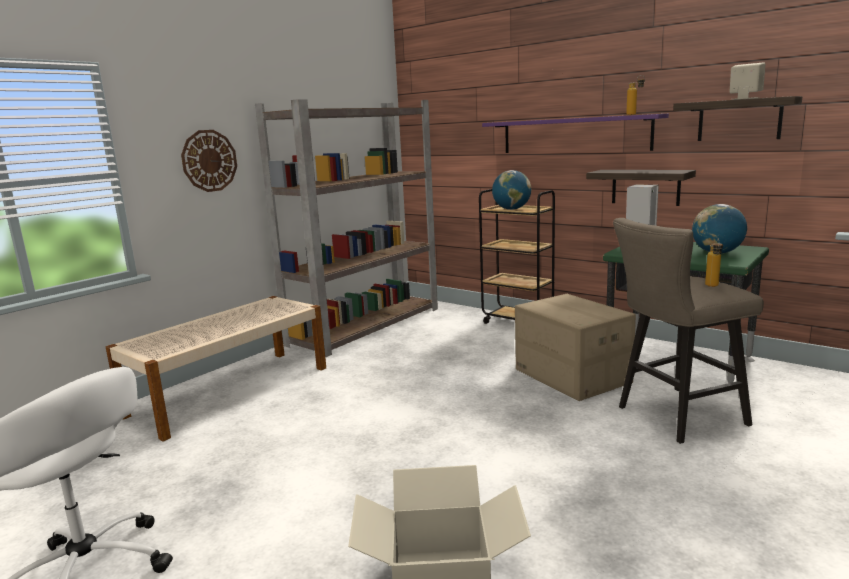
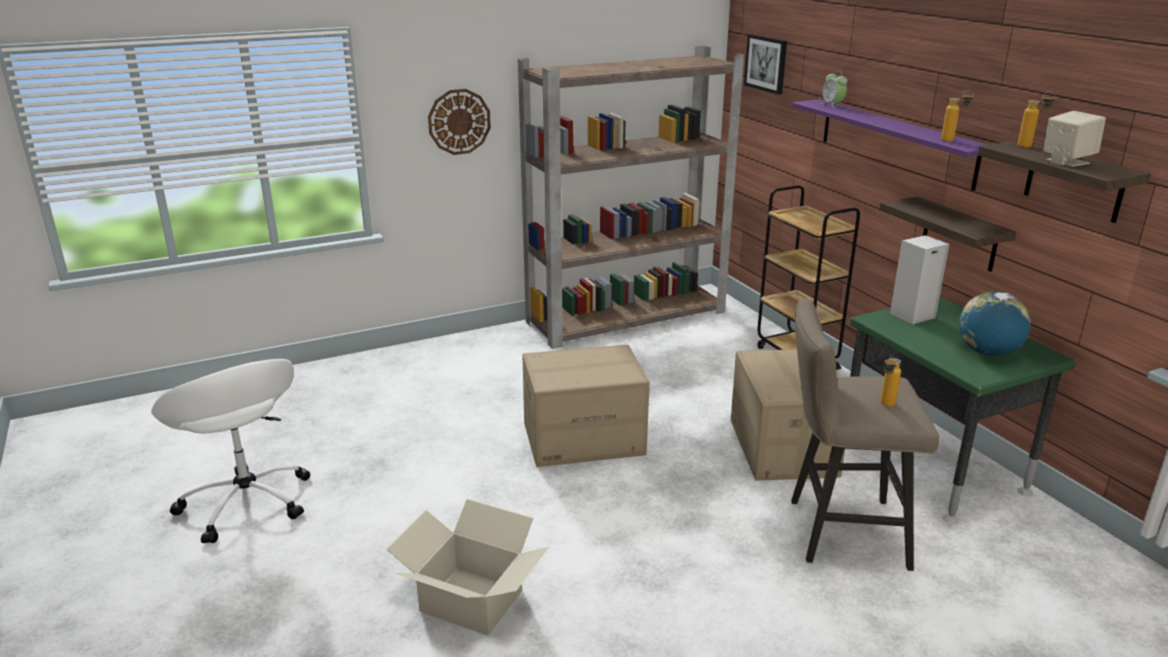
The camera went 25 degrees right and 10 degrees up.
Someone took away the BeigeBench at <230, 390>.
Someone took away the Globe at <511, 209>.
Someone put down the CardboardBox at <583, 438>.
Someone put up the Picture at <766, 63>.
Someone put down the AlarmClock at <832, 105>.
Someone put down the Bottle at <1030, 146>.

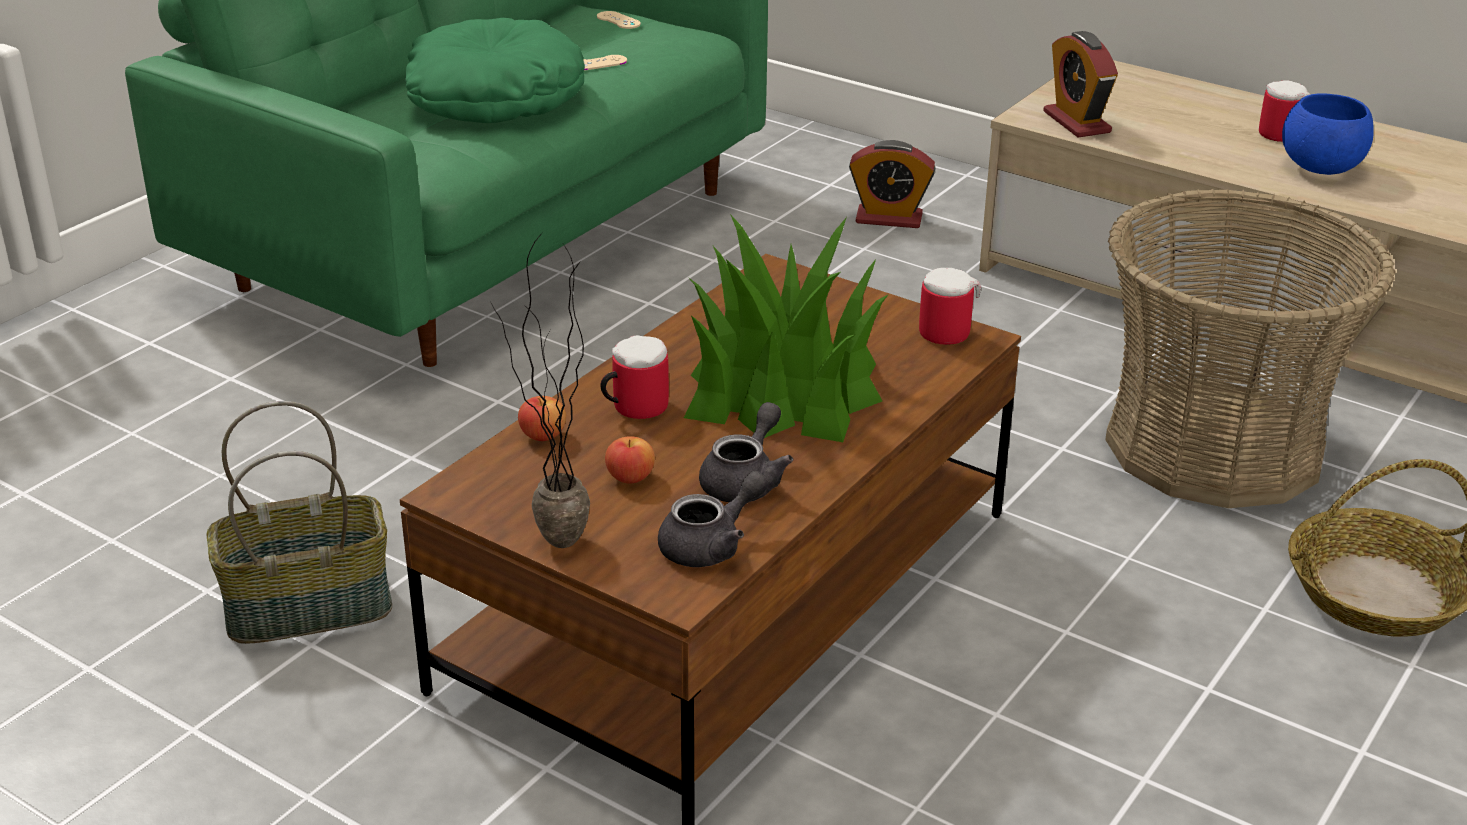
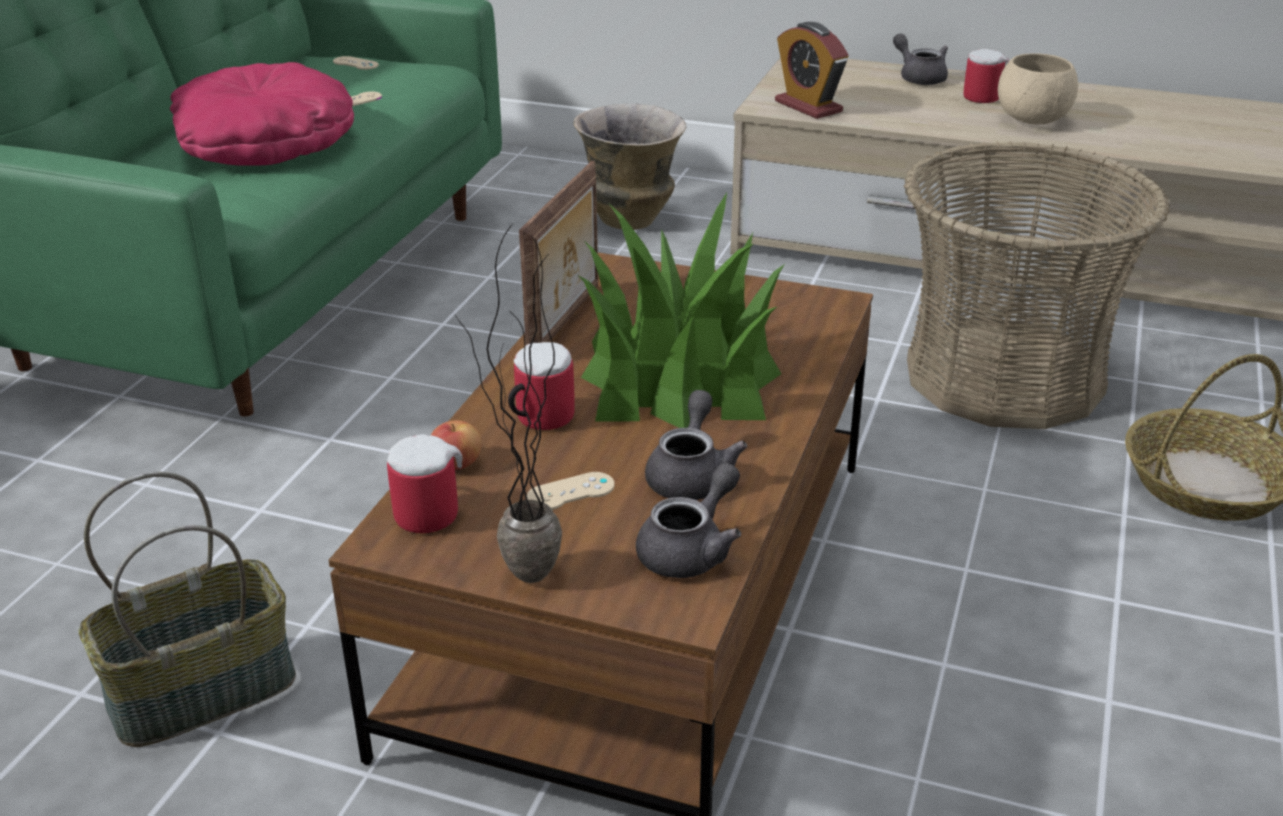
The camera went 15 degrees left and 0 degrees up.
Someone put down the PictureFrame at <567, 323>.
Someone put down the GreyTeapot at <919, 77>.
Someone carried the Mug from <943, 329> to <424, 510>.
Someone swapped the Apple at <630, 477> for the BeigeGameController at <570, 492>.
Someone swapped the AlarmClock at <889, 218> for the Vase at <631, 220>.
Someone repainted the GreenPillow at <498, 99>, which became the PinkPillow at <268, 143>.
Someone repainted the BlueBowl at <1322, 168>, which became the BeigeBowl at <1033, 120>.

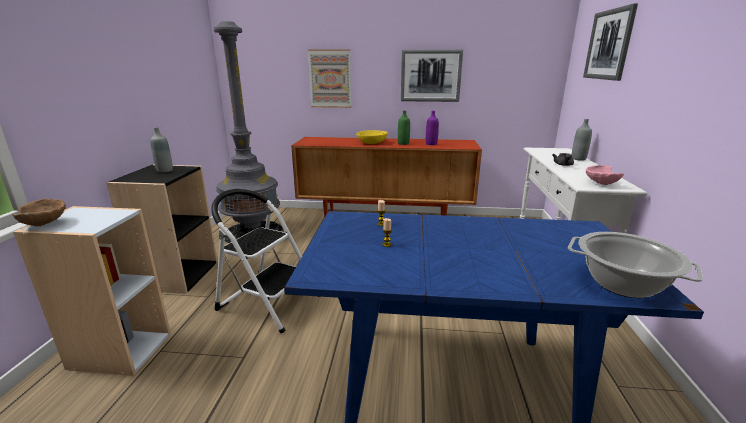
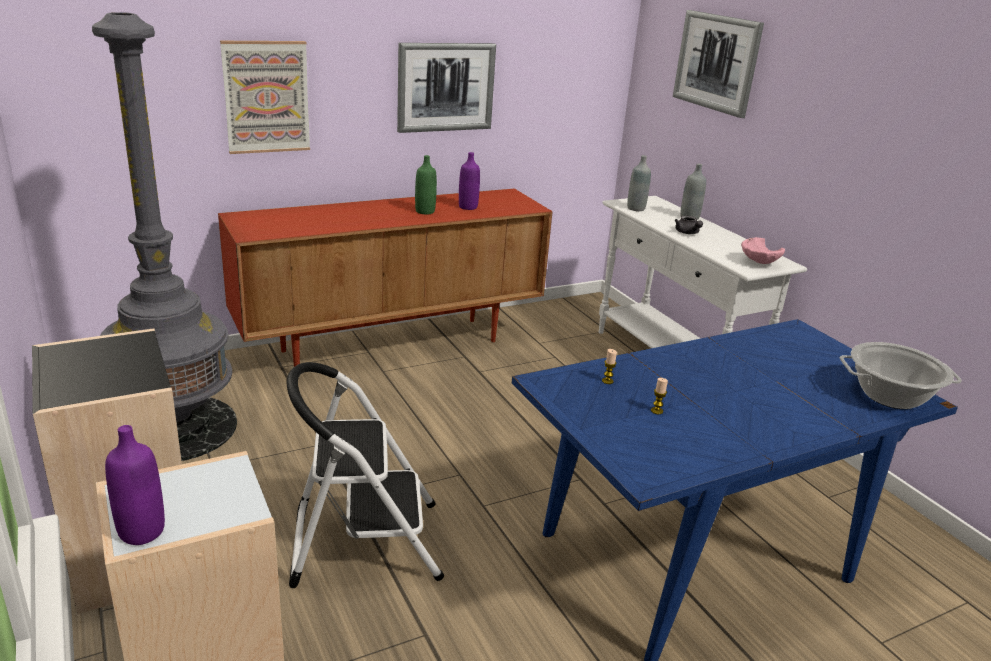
The camera went 35 degrees left and 5 degrees up.
Someone took away the YellowBowl at <371, 142>.
Someone carried the GreyBottle from <164, 170> to <636, 208>.
Someone swapped the BrownBowl at <46, 225> for the PurpleBottle at <141, 532>.

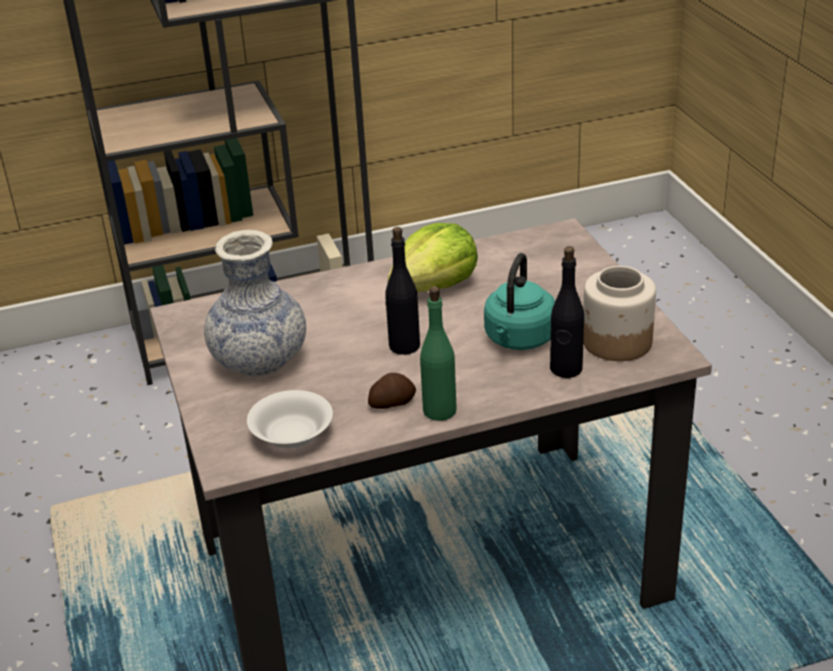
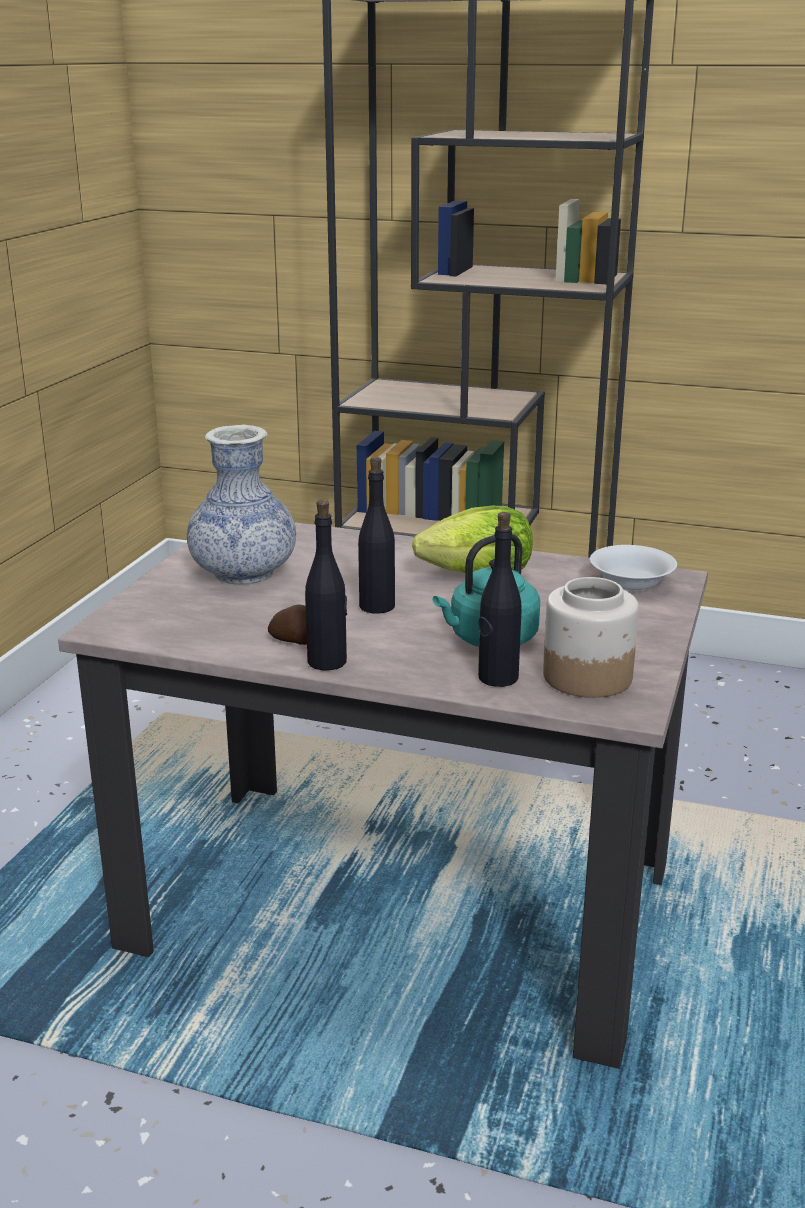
The camera went 35 degrees right and 10 degrees down.
Someone carried the WhiteBowl from <292, 434> to <632, 582>.
Someone repainted the GreenBottle at <440, 410>, which became the BlackBottle at <328, 662>.

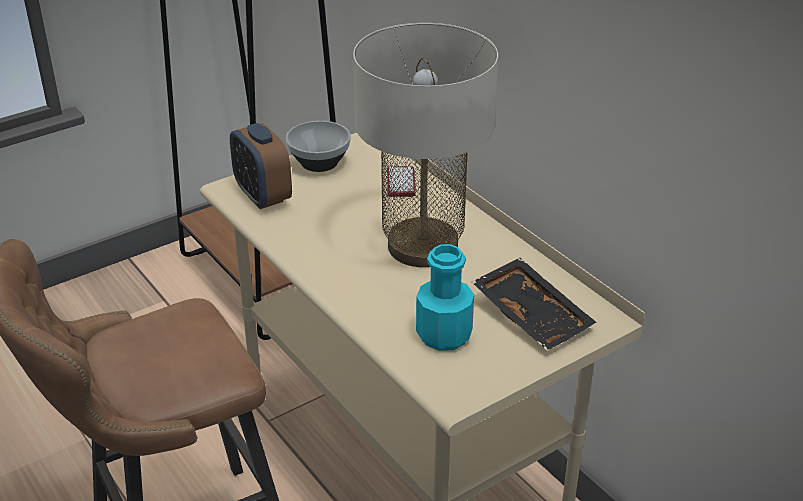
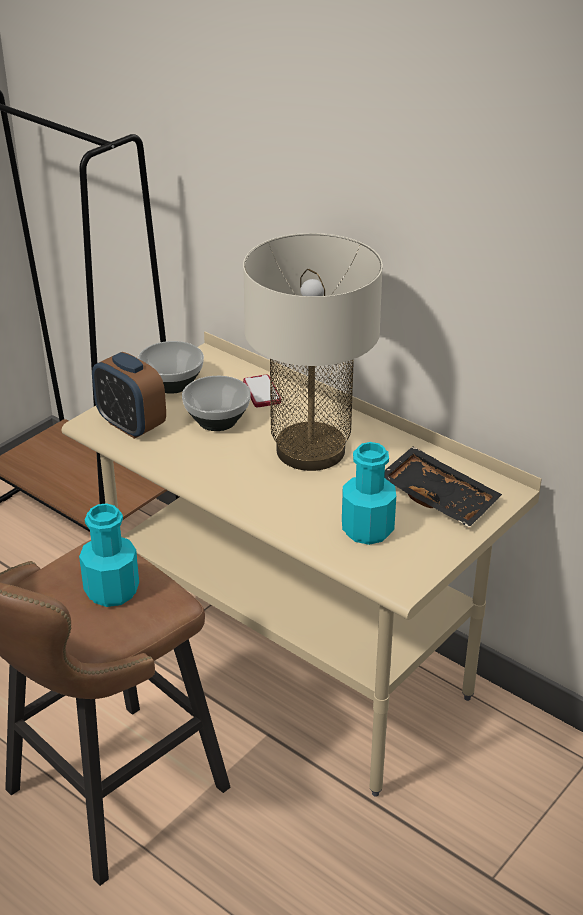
The camera went 15 degrees left and 0 degrees up.
Someone put down the TurquoiseBottle at <112, 591>.
Someone put down the Bowl at <216, 421>.

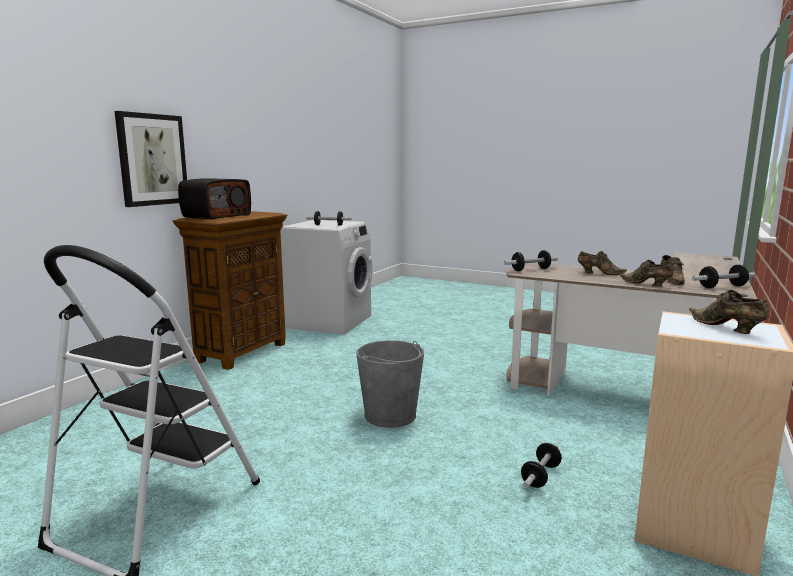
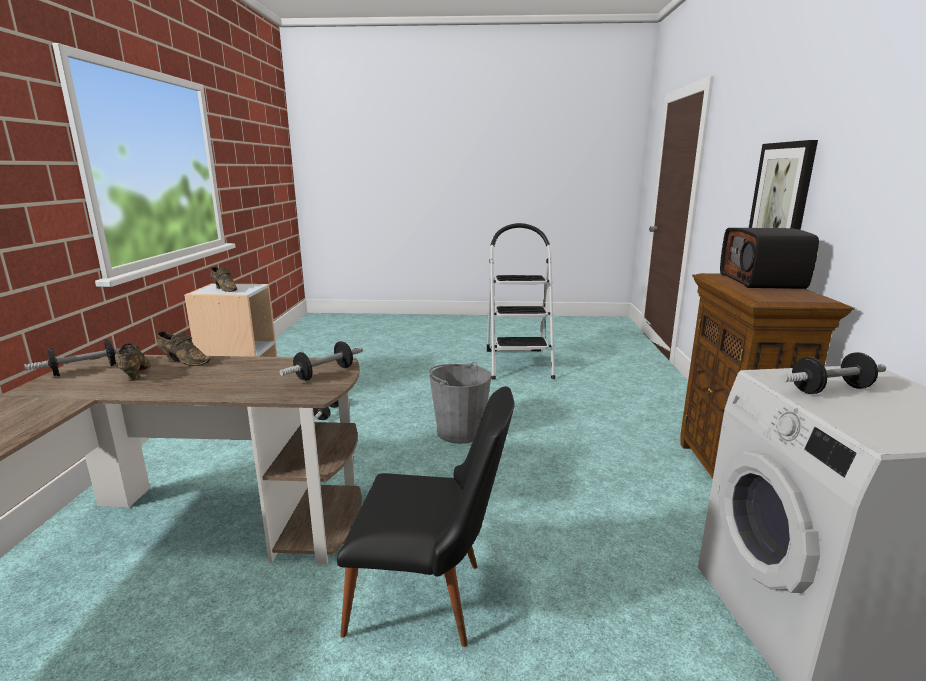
The camera went 155 degrees right and 5 degrees up.
Someone took away the BrownShoe at <599, 273>.
Someone put down the BlackChair at <430, 600>.

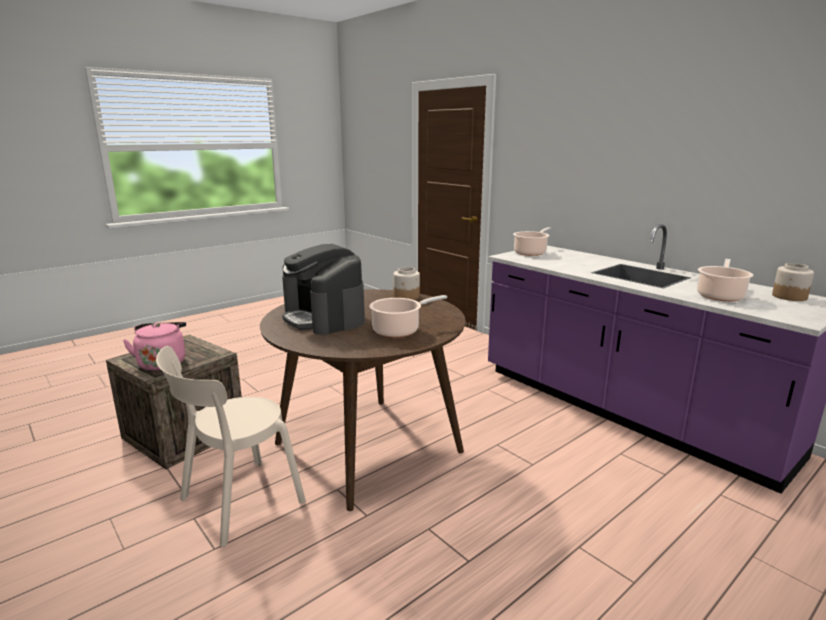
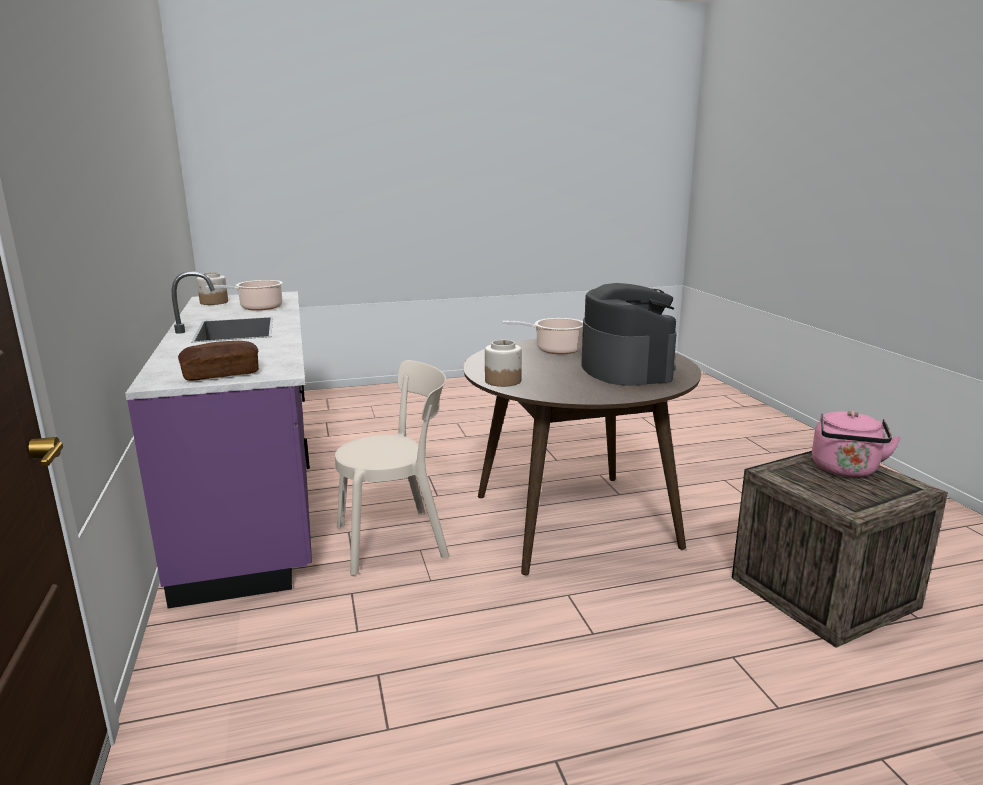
The camera went 155 degrees left and 0 degrees up.
Someone carried the BeigeChair from <237, 503> to <397, 540>.
Someone swapped the CookingPot at <531, 252> for the Bread at <221, 374>.

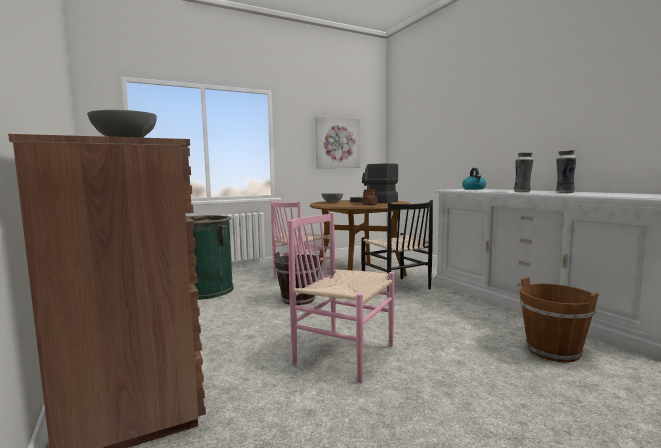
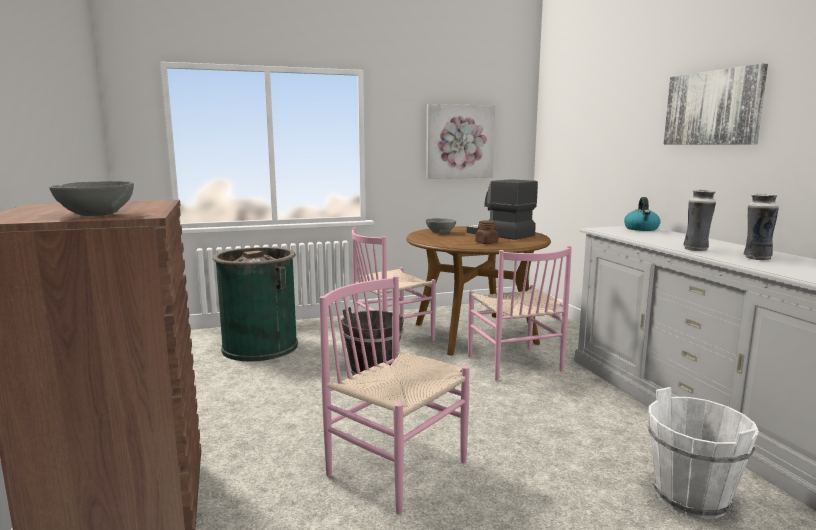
The camera went 10 degrees right and 5 degrees up.
Someone put up the Picture at <713, 108>.
Someone repainted the BlackChair at <397, 288>, which became the PinkChair at <516, 365>.
Someone repainted the BrownBucket at <553, 351>, which became the WhiteBucket at <691, 497>.

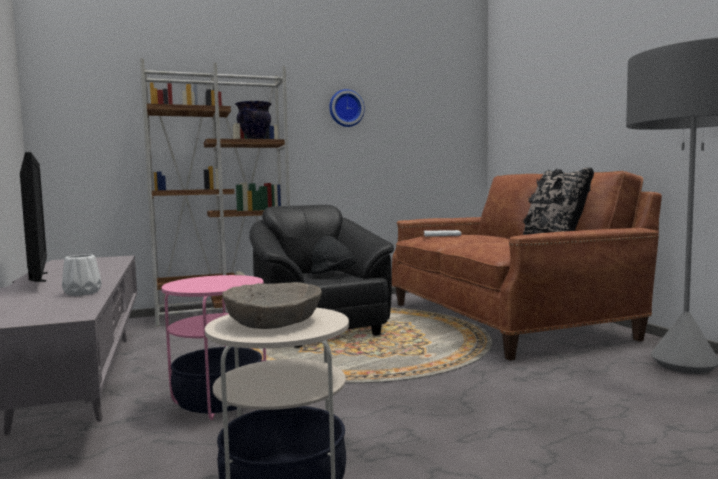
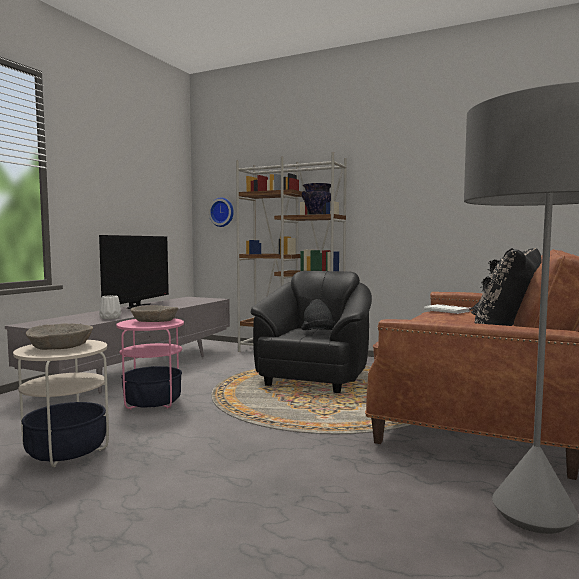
The camera went 45 degrees right and 0 degrees up.
Someone put down the BeigeBowl at <154, 321>.
Someone carried the WallClock from <346, 108> to <222, 212>.

